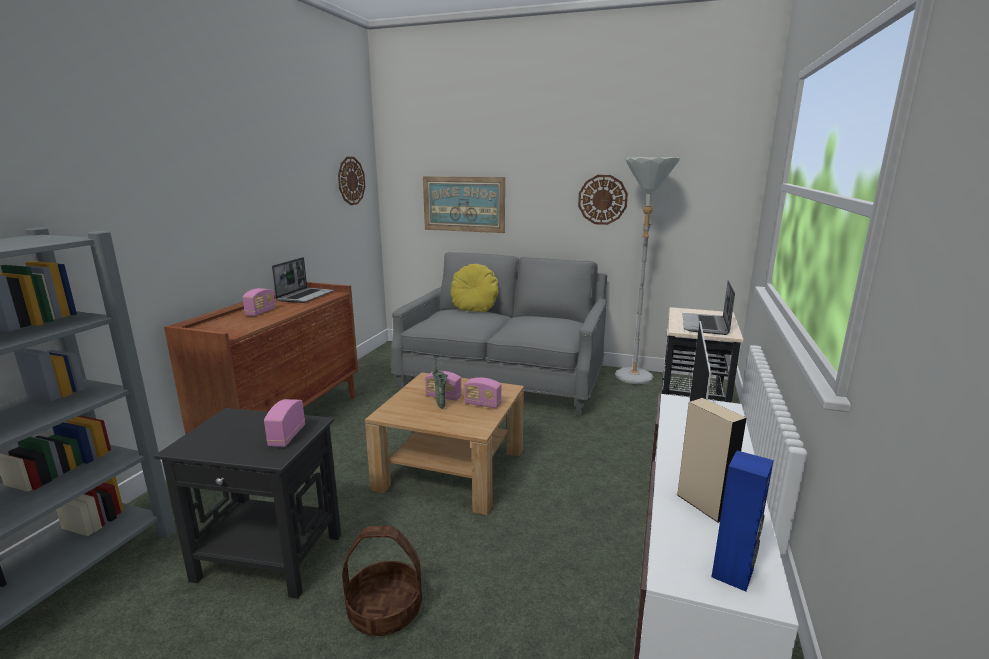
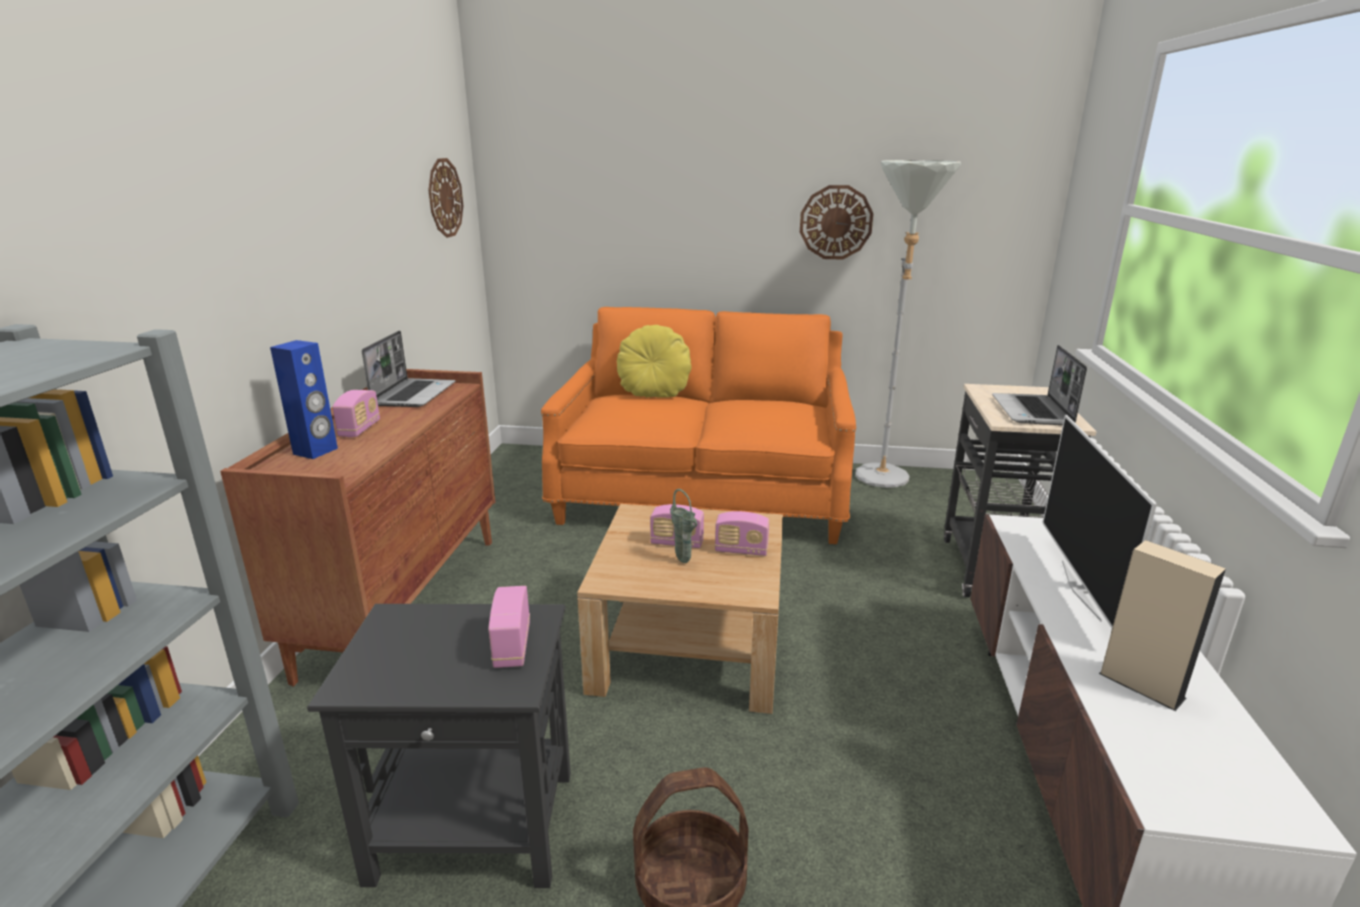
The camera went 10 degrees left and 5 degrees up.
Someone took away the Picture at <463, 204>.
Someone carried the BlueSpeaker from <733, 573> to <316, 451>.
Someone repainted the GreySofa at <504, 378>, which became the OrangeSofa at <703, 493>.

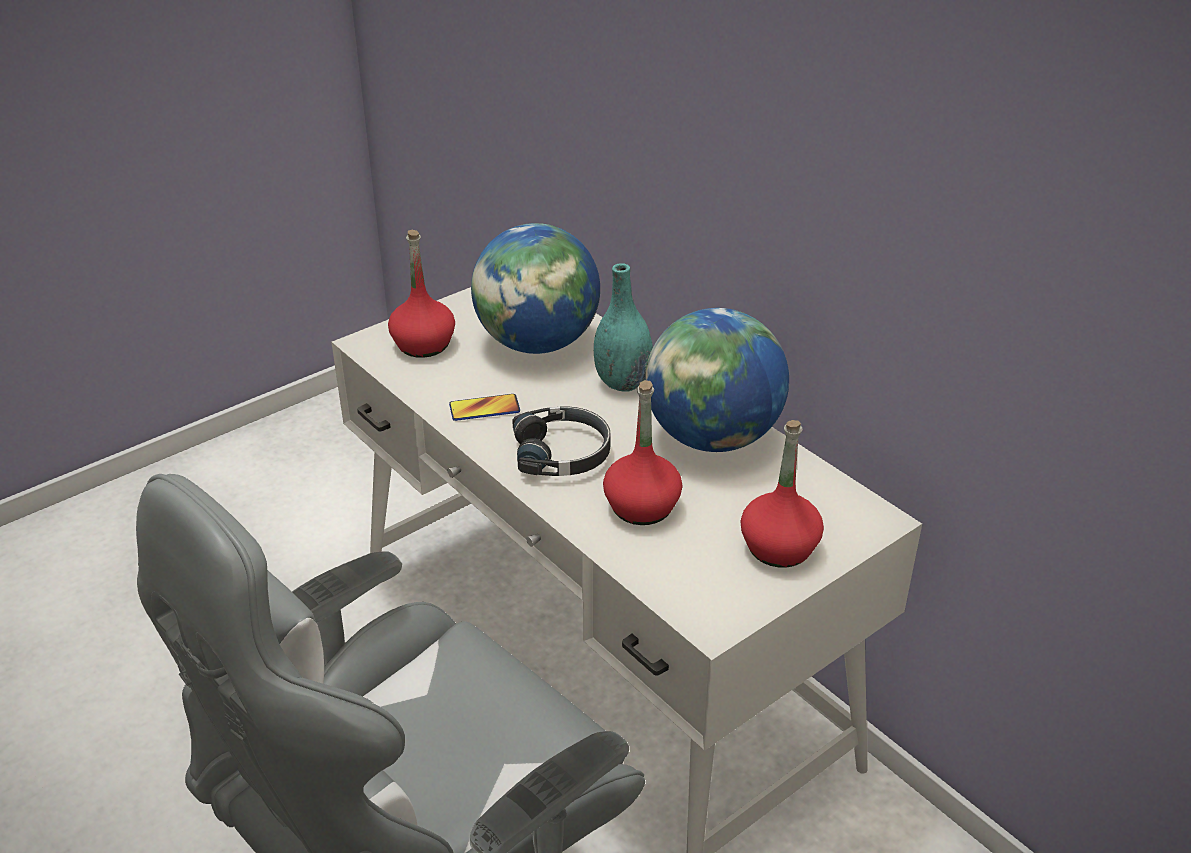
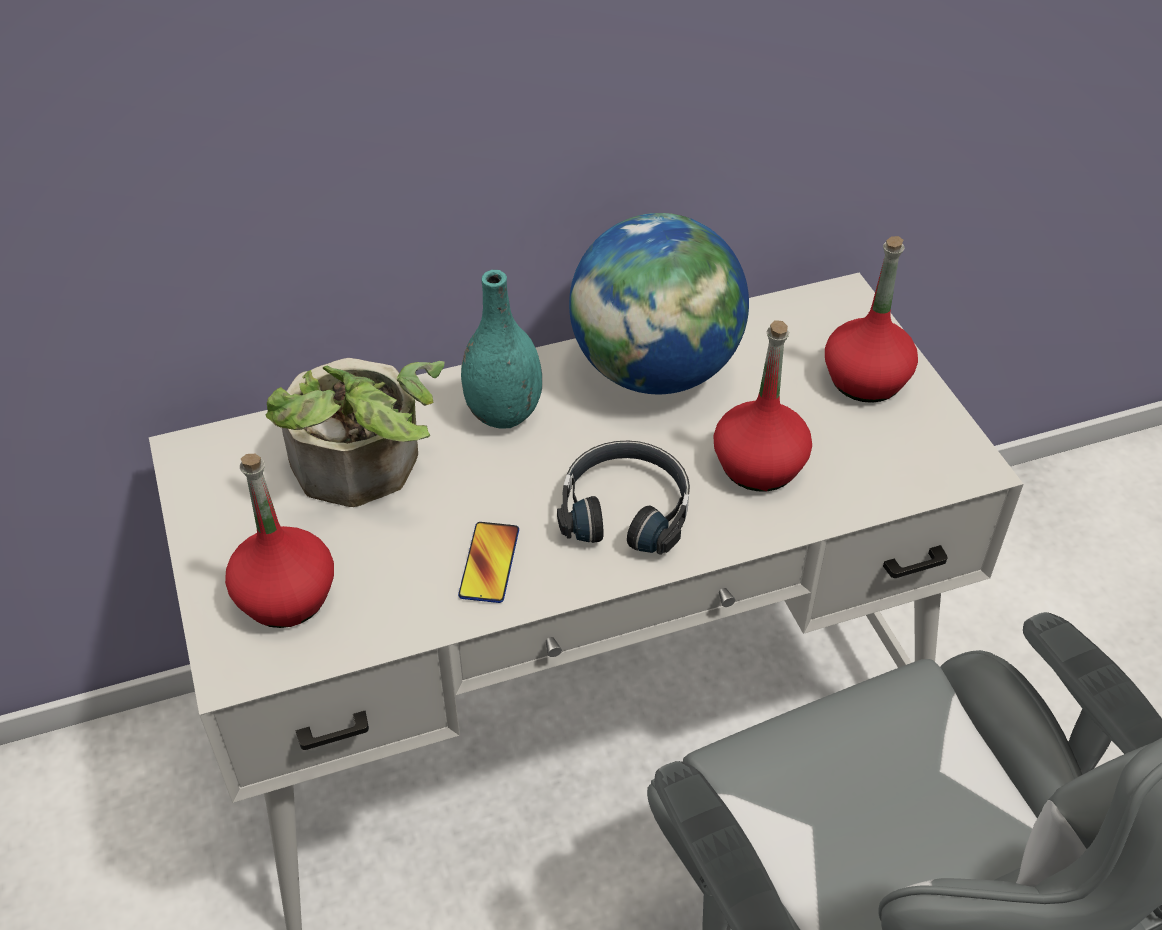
The camera went 70 degrees left and 10 degrees up.
Someone swapped the Globe at <537, 343> for the PottedPlant at <364, 471>.

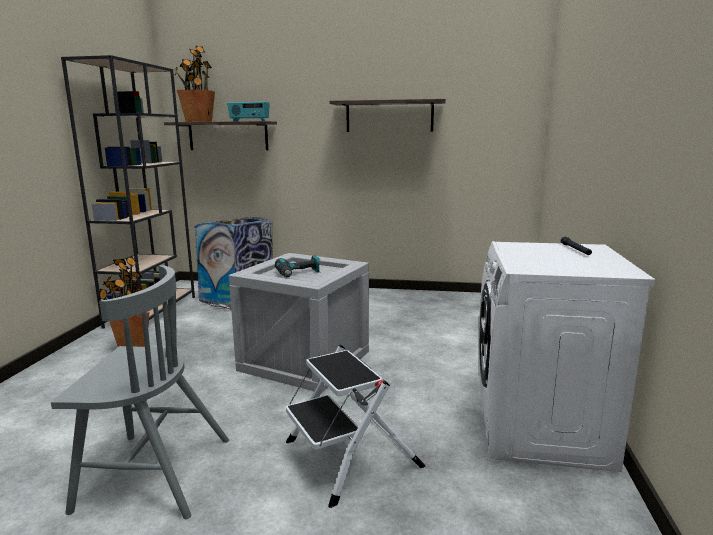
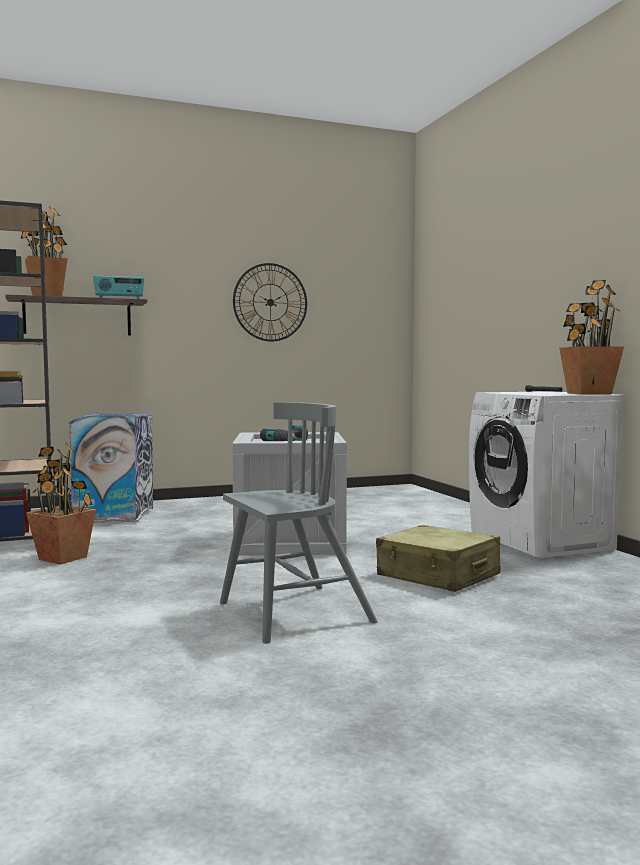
The camera went 30 degrees left and 10 degrees down.
Someone put down the PottedPlant at <588, 393>.
Someone swapped the StepLadder at <351, 456> for the BeigeSuitcase at <438, 576>.
Someone swapped the Shelf at <389, 116> for the WallClock at <270, 302>.

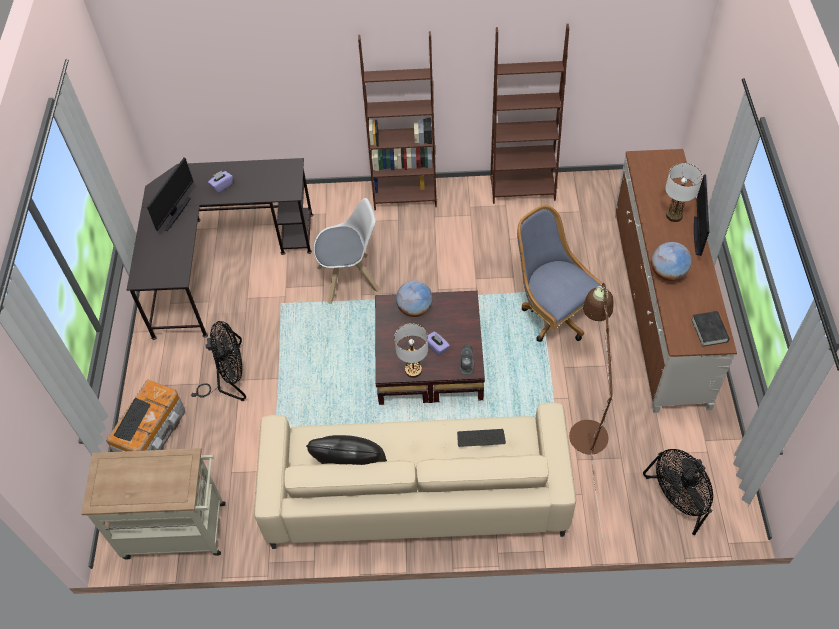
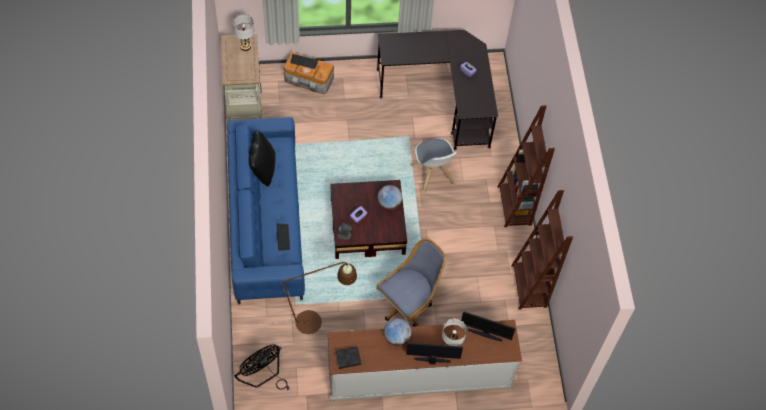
The camera went 80 degrees right and 5 degrees up.
Someone took away the BlackFan at <228, 377>.
Someone carried the Monitor from <176, 213> to <485, 334>.
Someone carried the TableLamp from <413, 370> to <245, 46>.
Someone repainted the BeigeSofa at <416, 495>, which became the BlueSofa at <266, 222>.

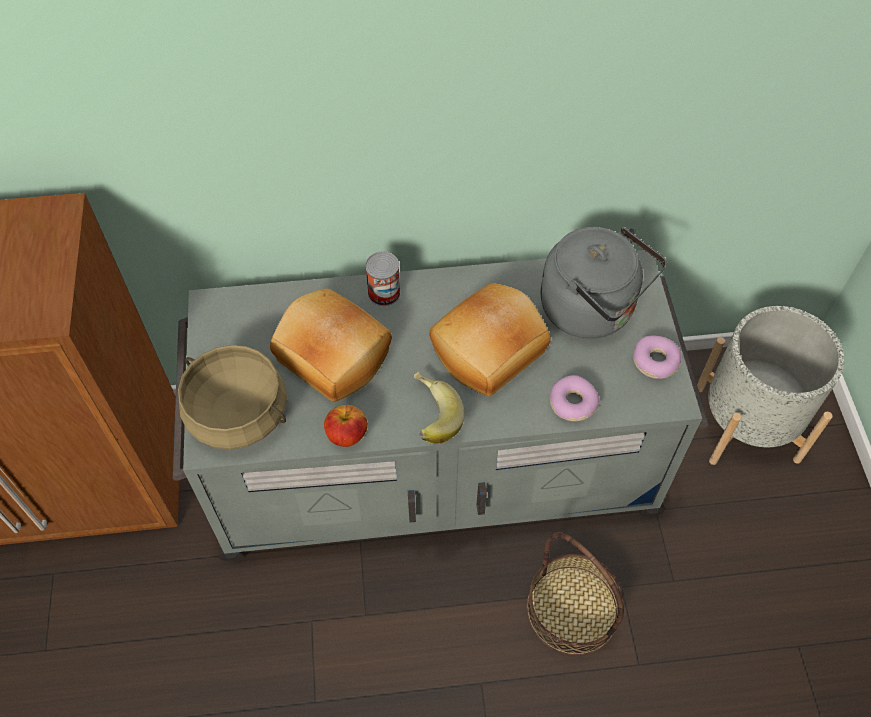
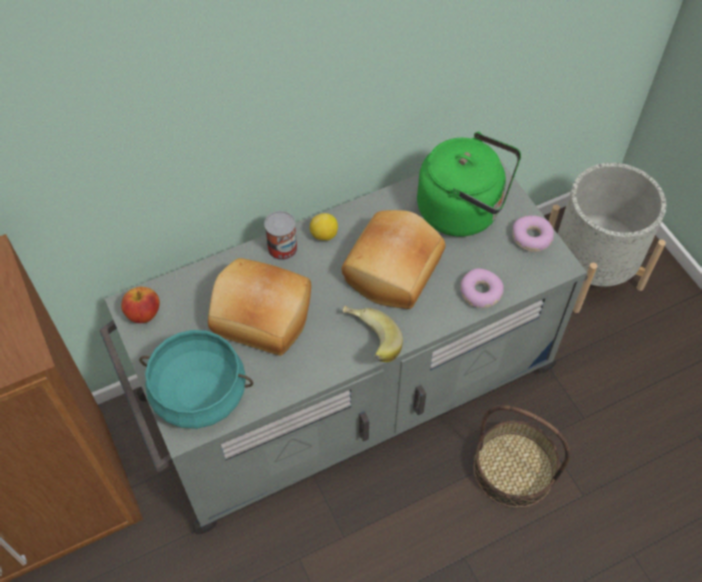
The camera went 20 degrees left and 0 degrees up.
Someone put down the Lemon at <324, 235>.
Someone carried the Apple from <347, 435> to <144, 314>.
Someone repainted the BeigeCookingPot at <238, 413>, which became the TurquoiseCookingPot at <200, 392>.
Someone repainted the GreyKettle at <592, 310>, which became the GreenKettle at <464, 210>.

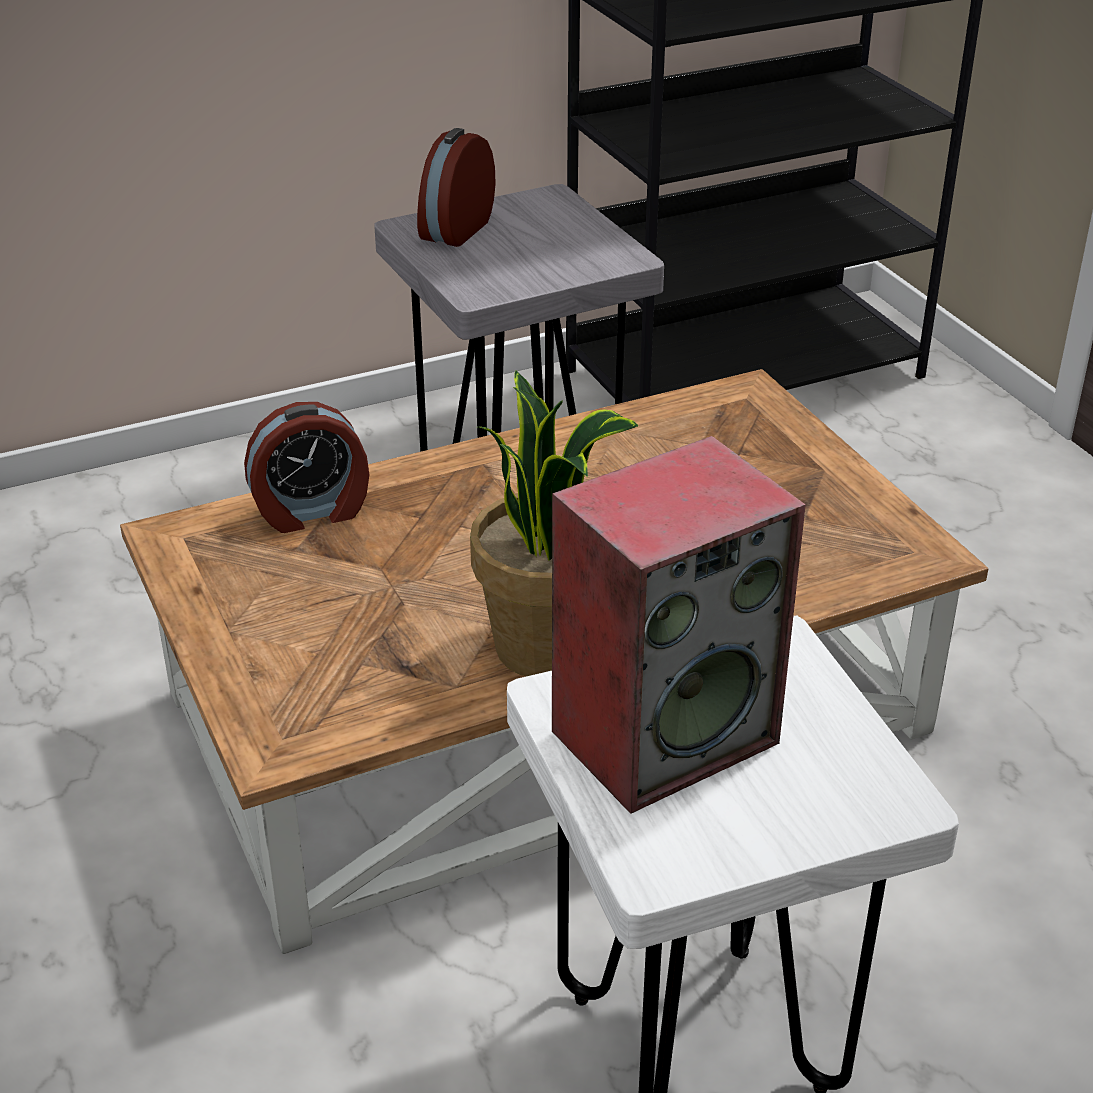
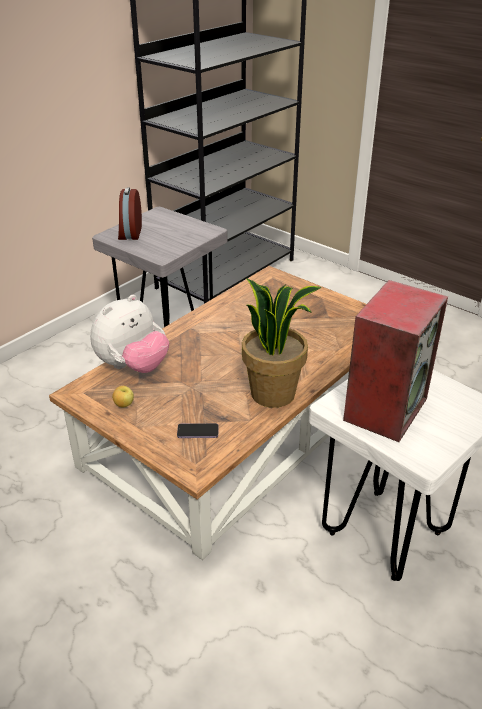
The camera went 25 degrees left and 0 degrees up.
Someone put down the Apple at <124, 405>.
Someone put down the Phone at <198, 432>.
Someone swapped the AlarmClock at <312, 512> for the PlushToy at <133, 366>.

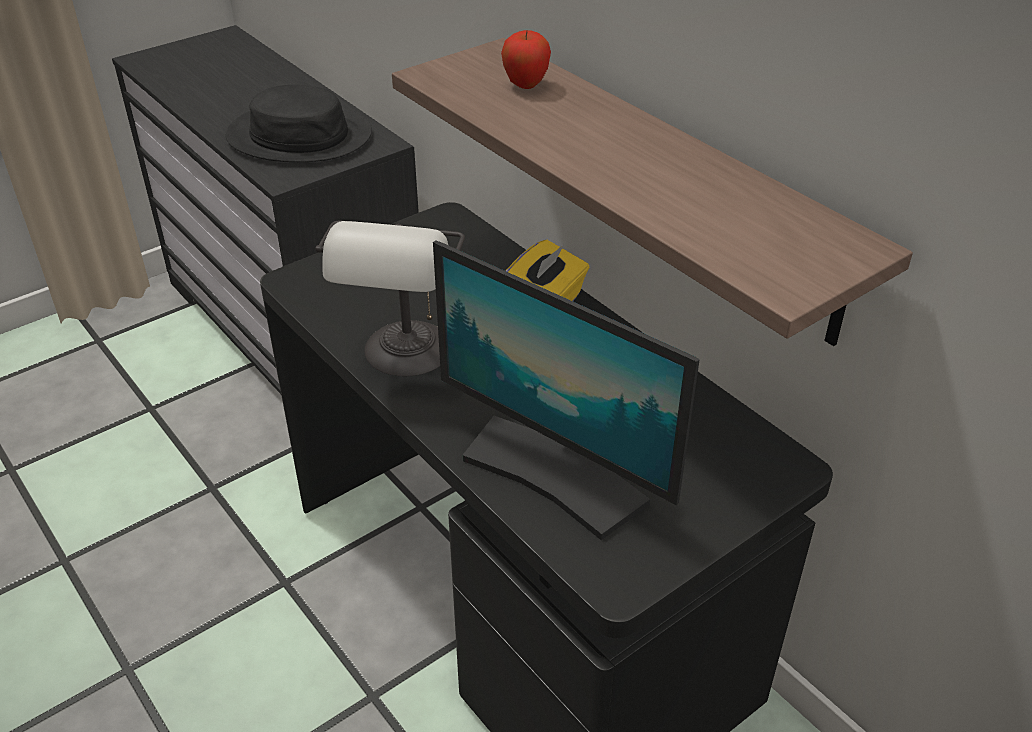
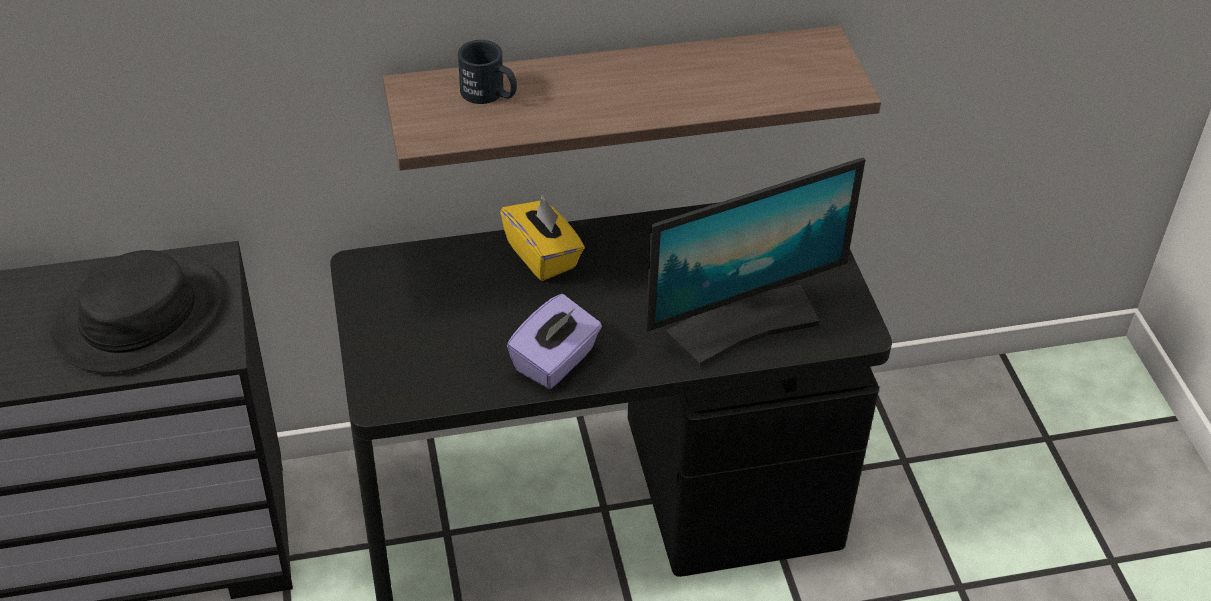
The camera went 65 degrees left and 5 degrees up.
Someone swapped the TableLamp at <405, 360> for the PurpleTissueBox at <555, 361>.
Someone swapped the Apple at <525, 85> for the BlackMug at <490, 94>.

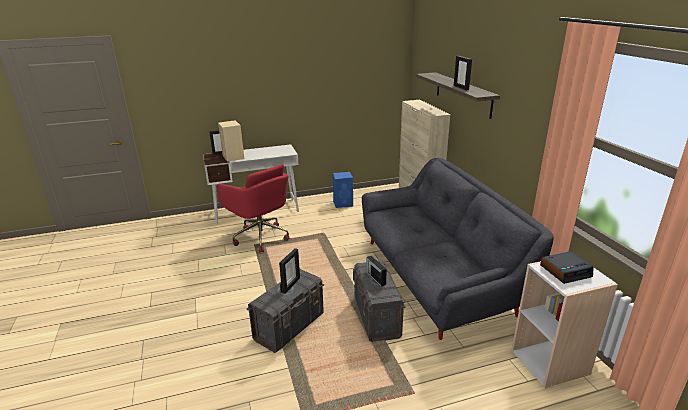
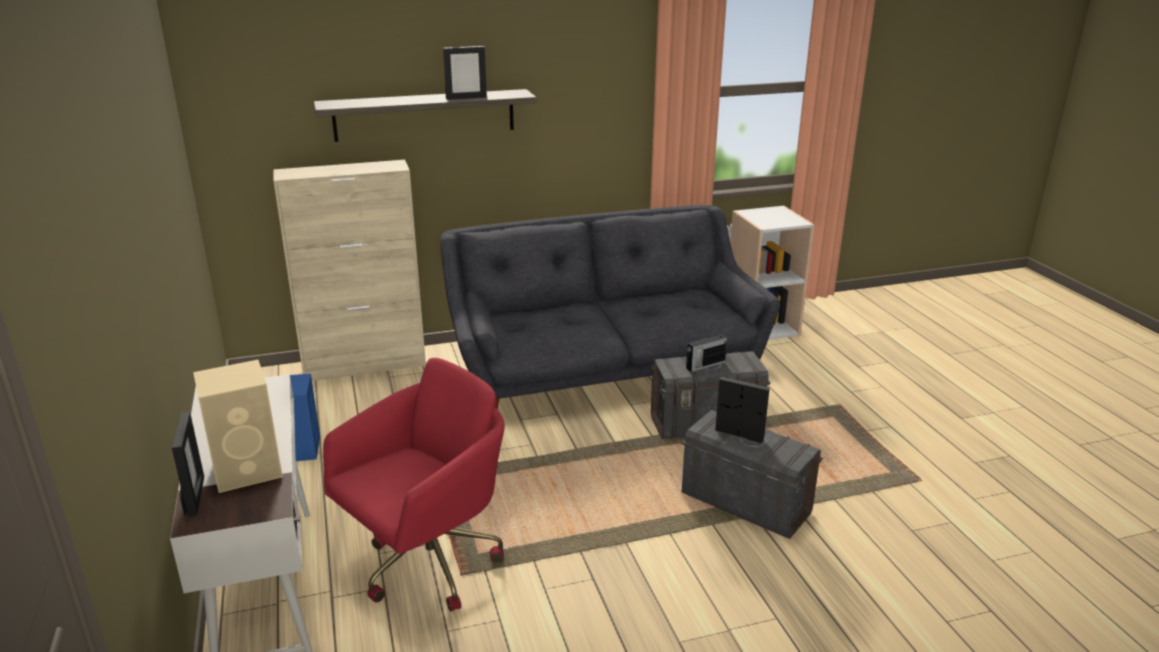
The camera went 90 degrees left and 0 degrees up.
Someone took away the AlarmClock at <565, 271>.

